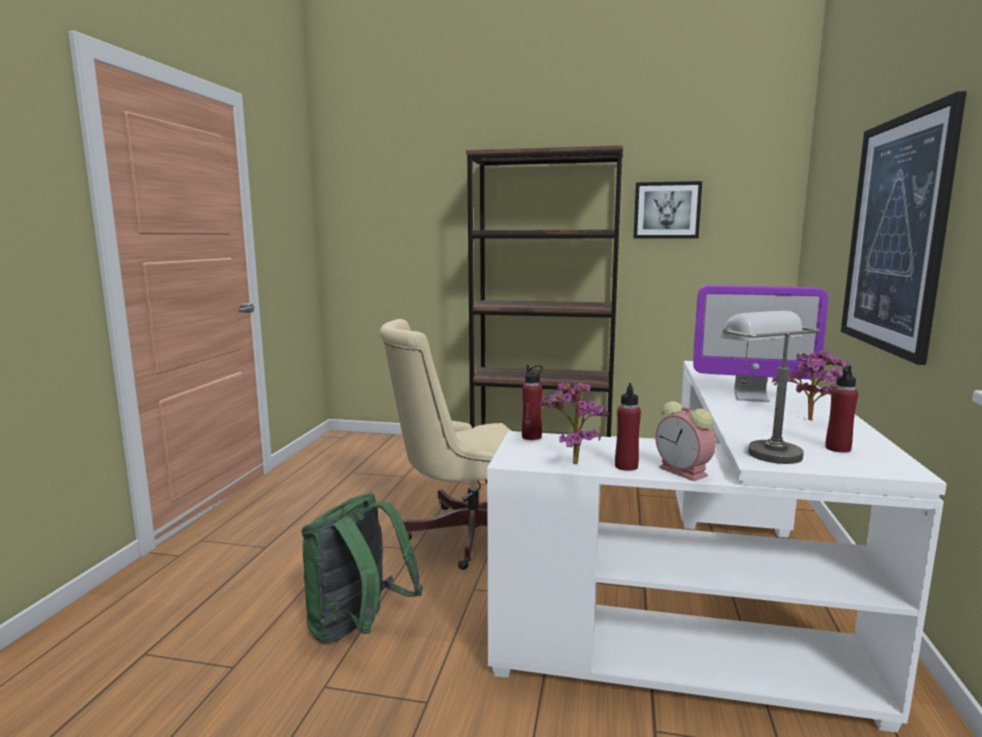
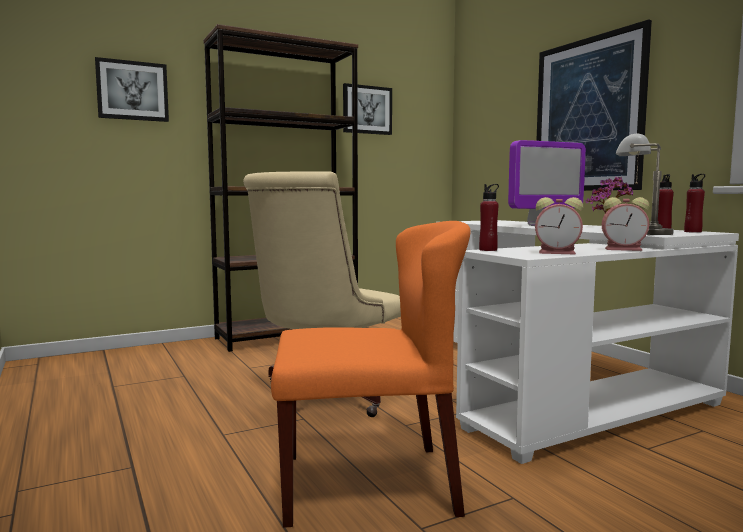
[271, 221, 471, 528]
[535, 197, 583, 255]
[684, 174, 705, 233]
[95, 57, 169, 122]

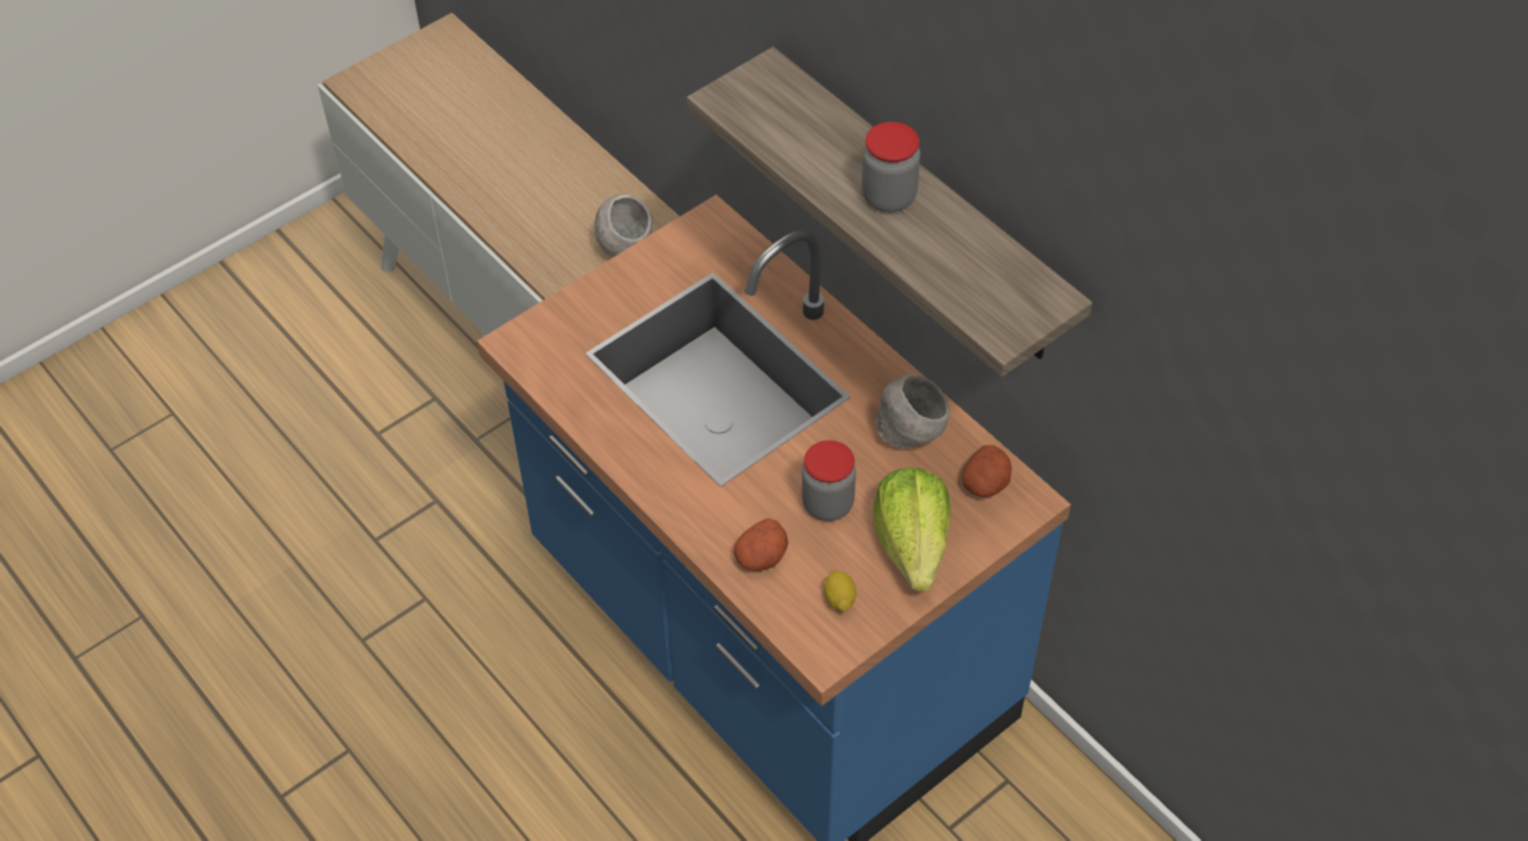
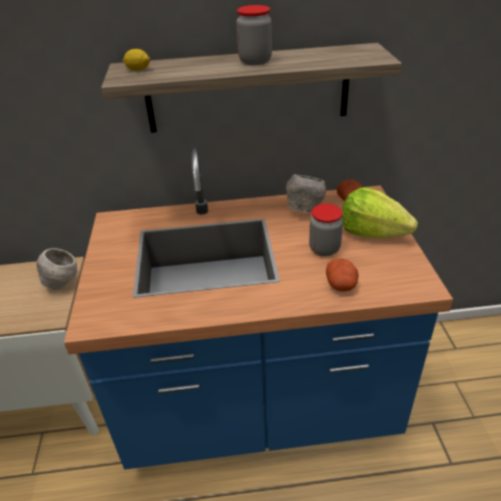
[123, 49, 150, 71]

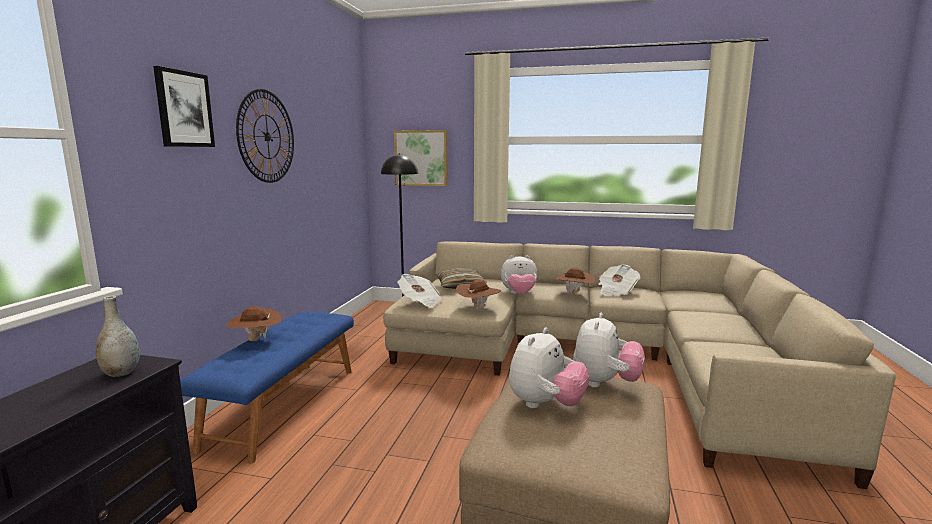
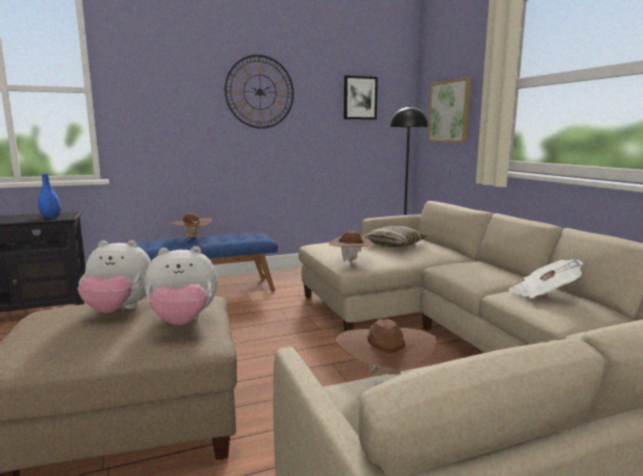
[38, 174, 61, 218]
[344, 75, 378, 120]
[398, 274, 442, 308] (first image)
[501, 255, 537, 294] (first image)
[336, 319, 436, 376]

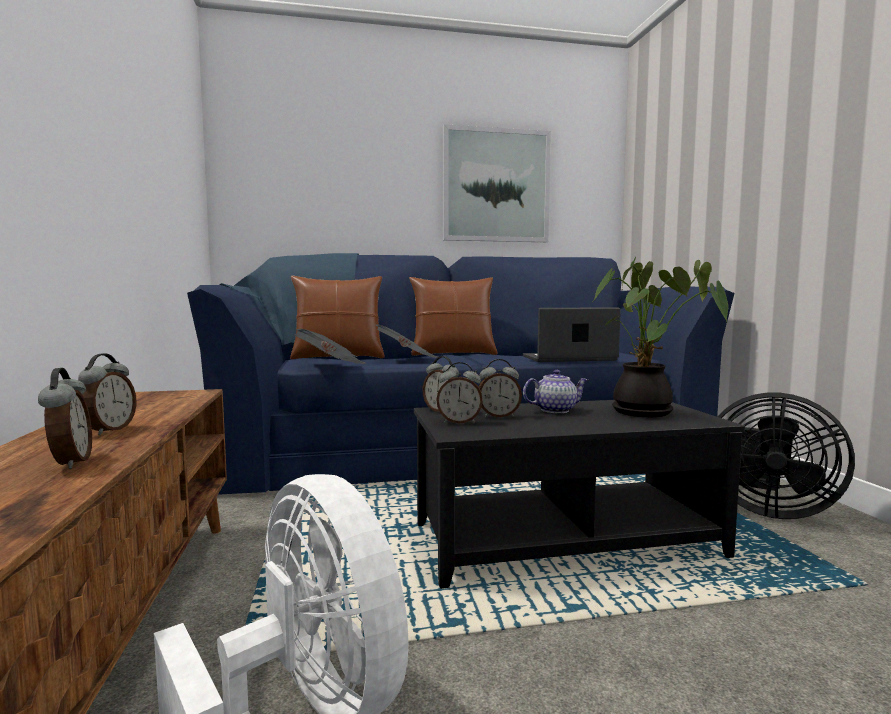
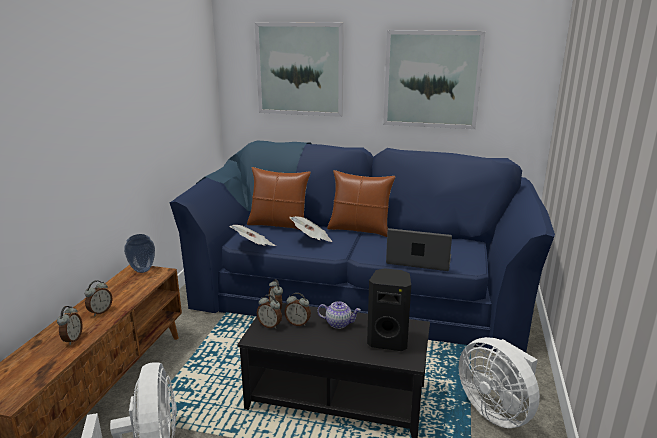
[367, 268, 411, 351]
[459, 337, 540, 428]
[124, 234, 155, 273]
[255, 22, 344, 117]

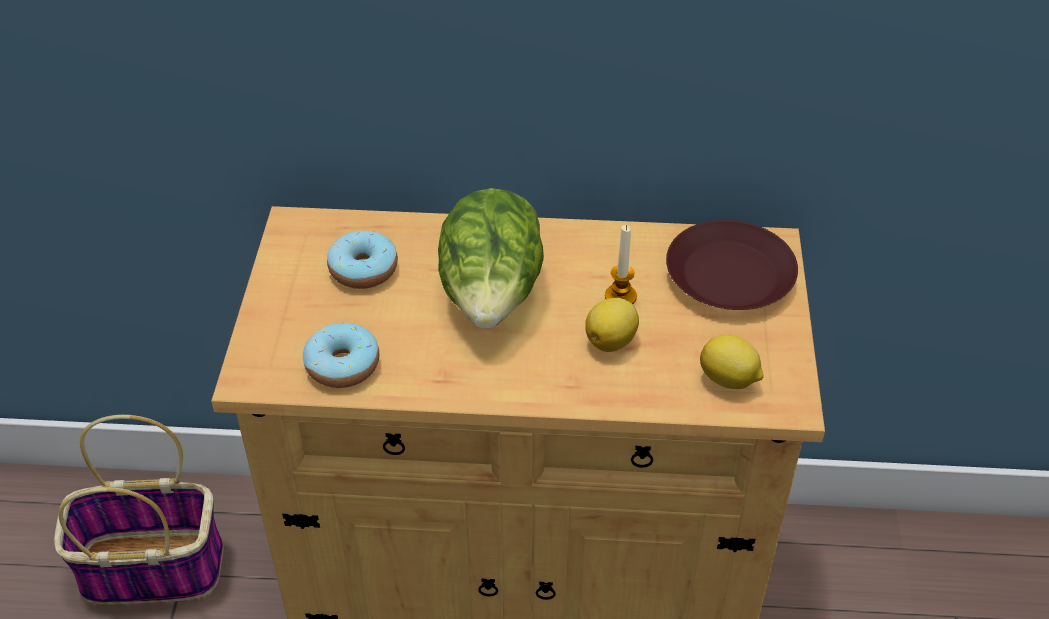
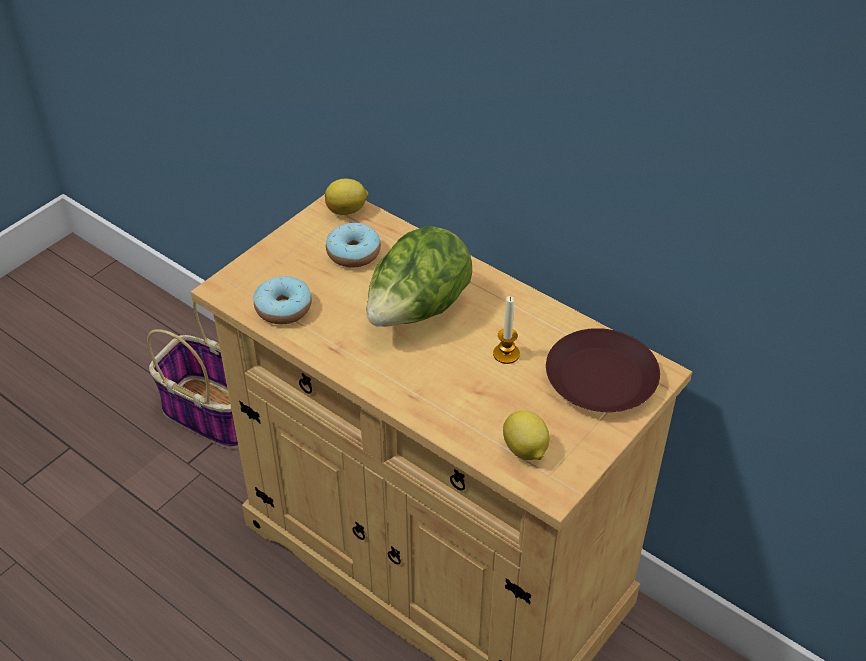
[325, 179, 368, 215]

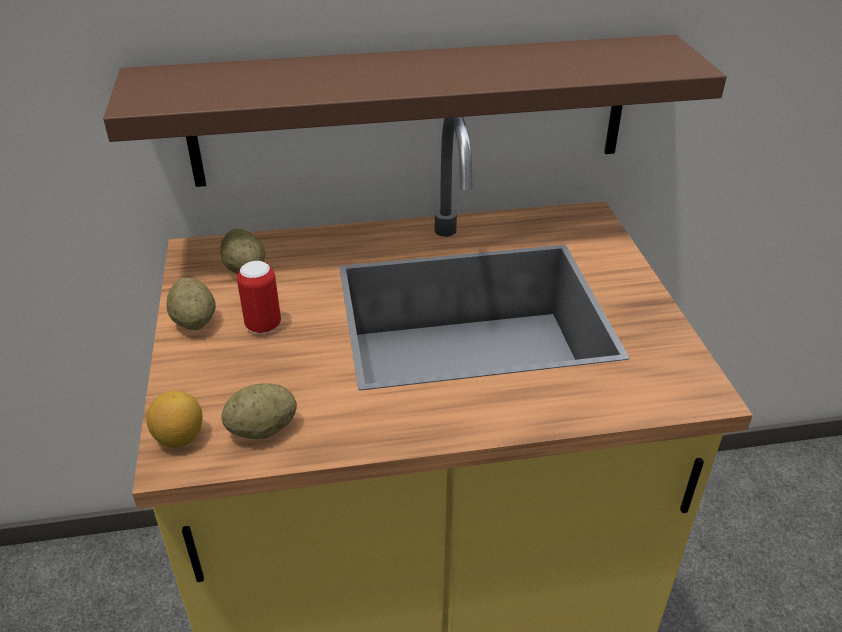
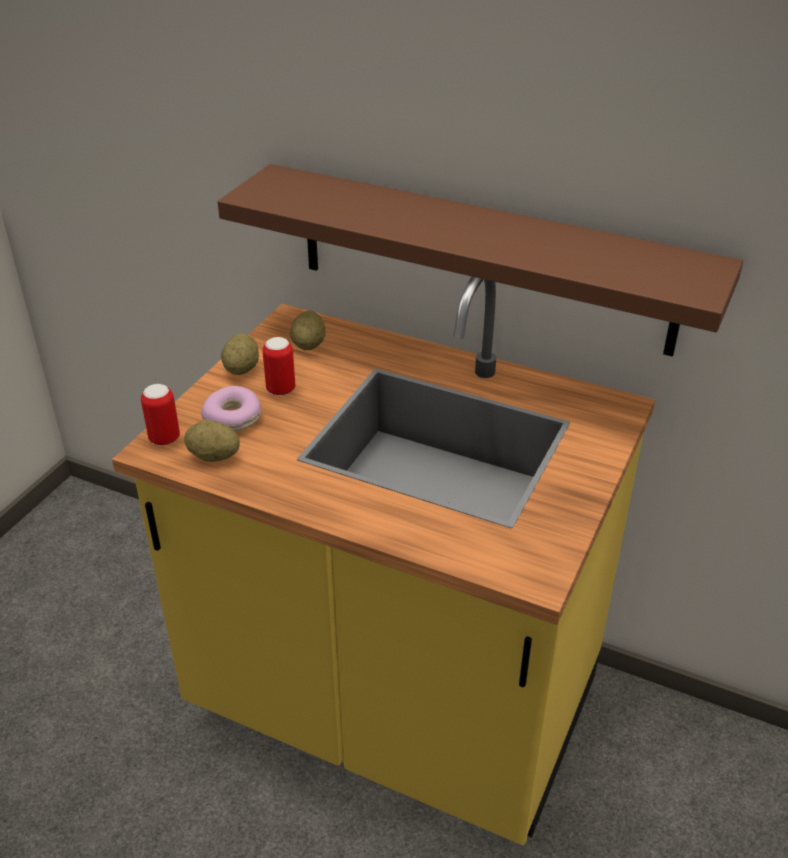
[141, 384, 180, 446]
[201, 386, 261, 431]

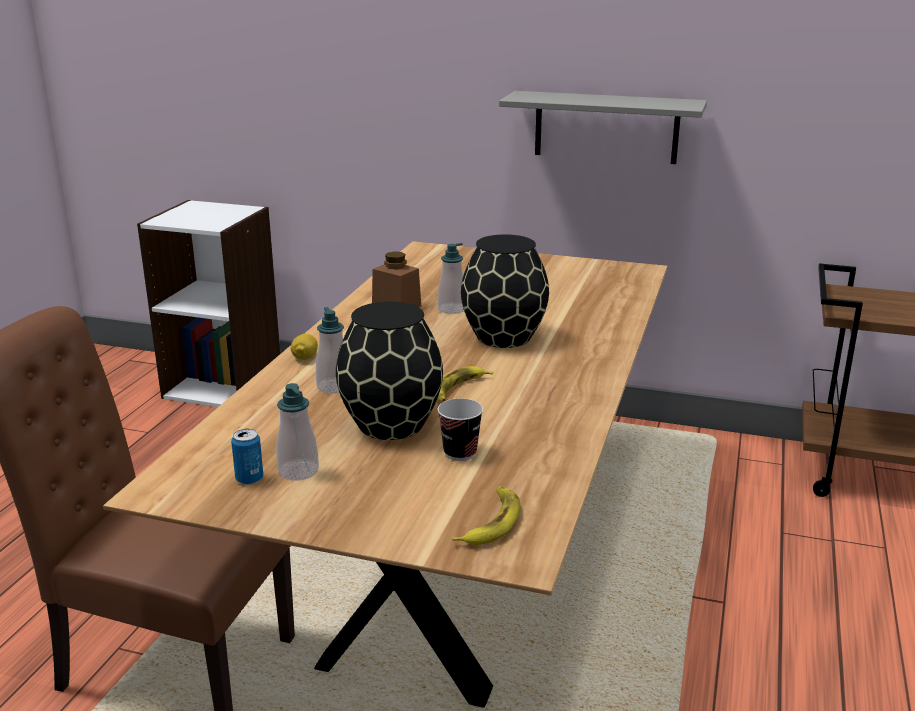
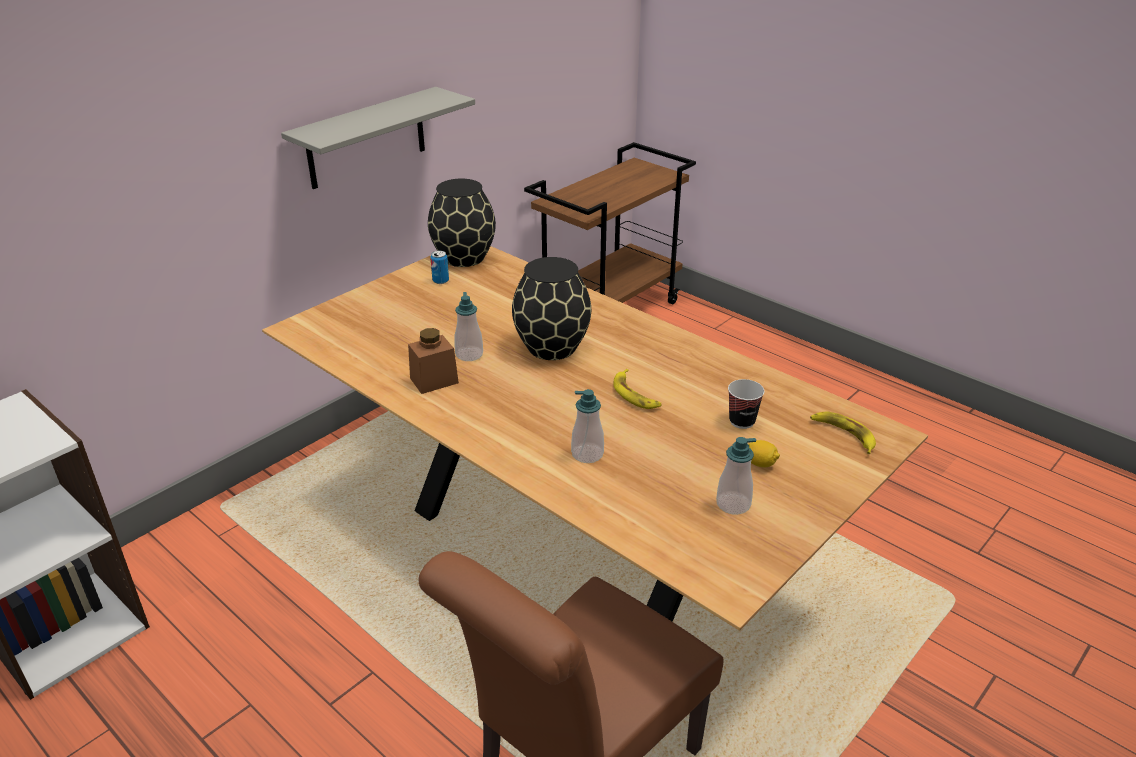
[430, 251, 449, 284]
[748, 440, 780, 468]
[428, 179, 496, 267]

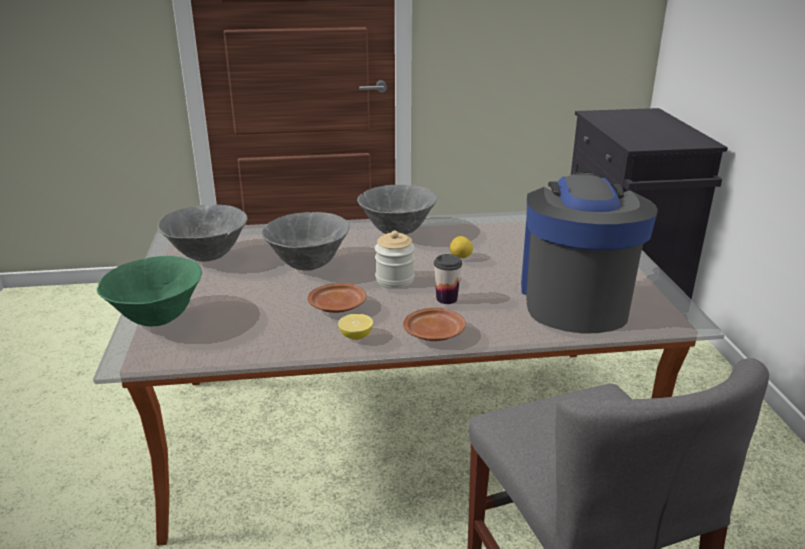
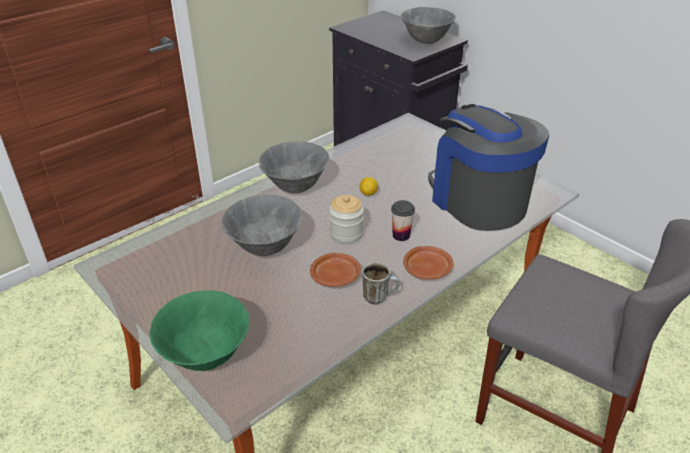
[401, 7, 456, 44]
[362, 262, 400, 304]

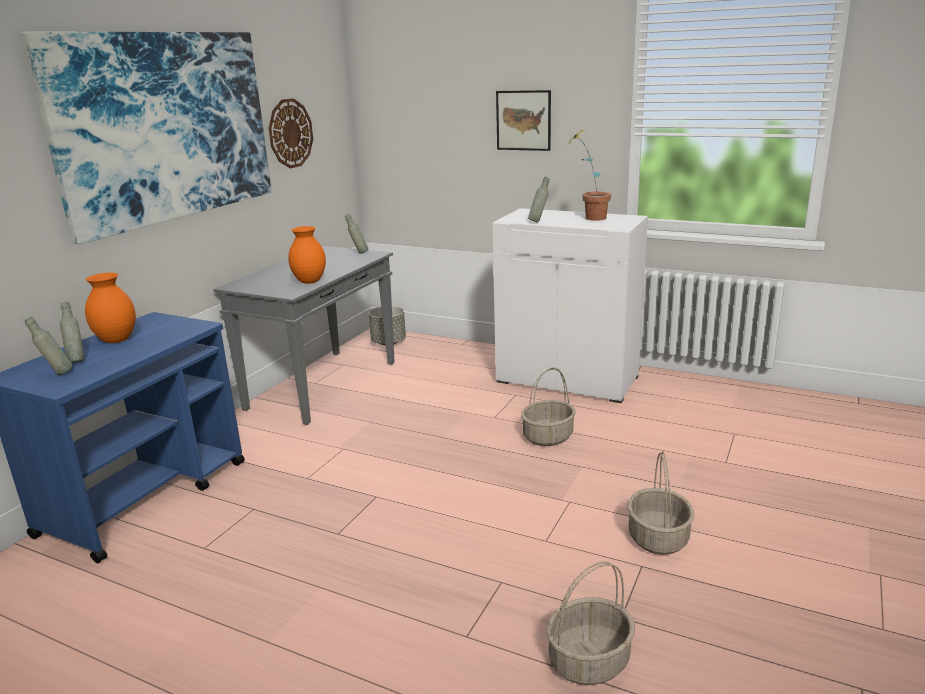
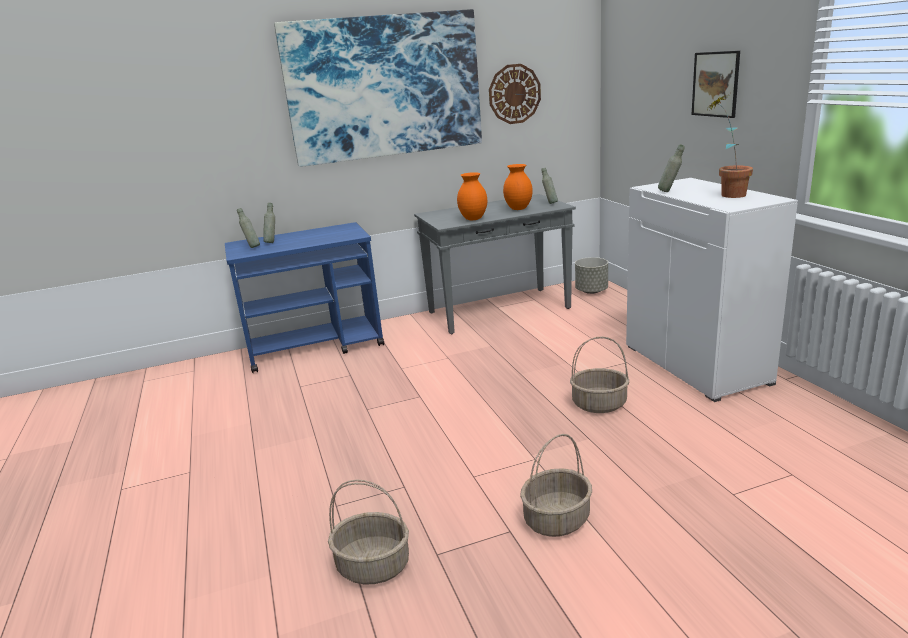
[503, 164, 533, 210]

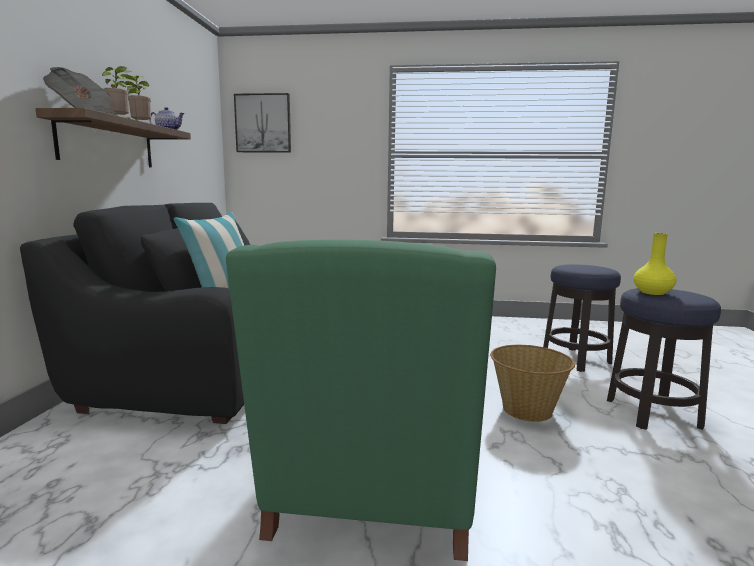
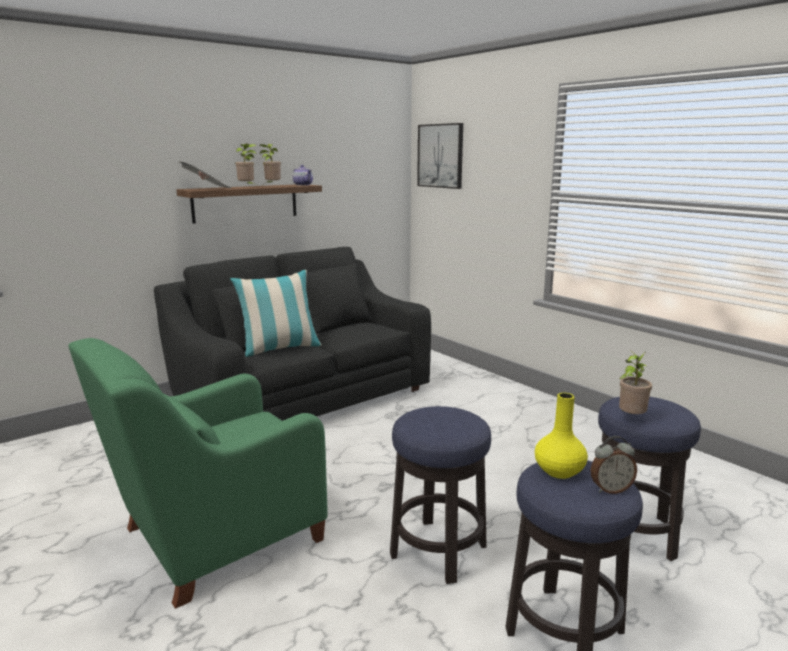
[390, 406, 491, 584]
[590, 436, 637, 494]
[619, 349, 652, 414]

